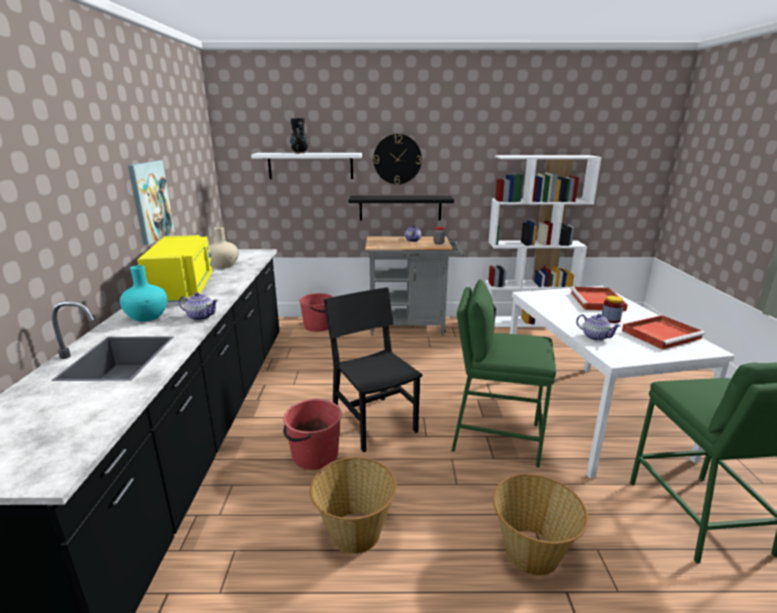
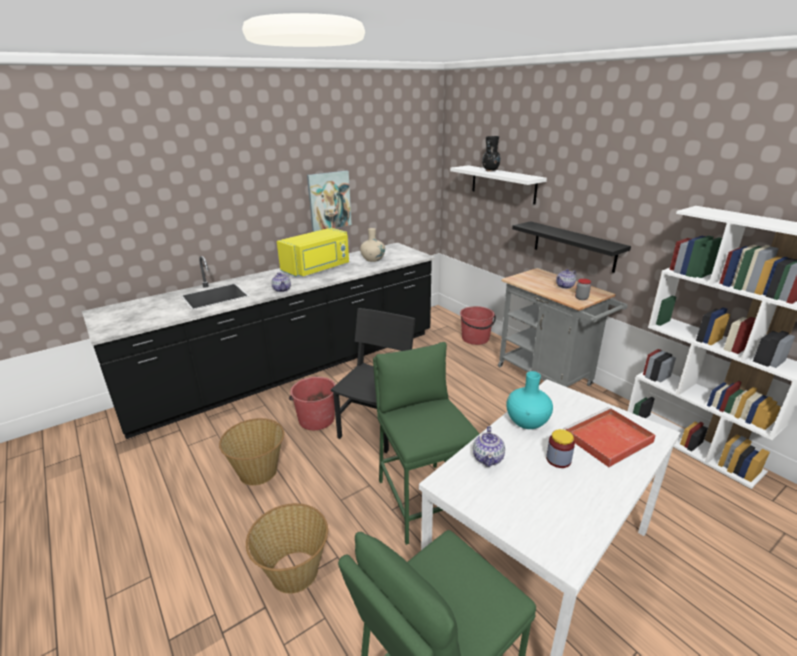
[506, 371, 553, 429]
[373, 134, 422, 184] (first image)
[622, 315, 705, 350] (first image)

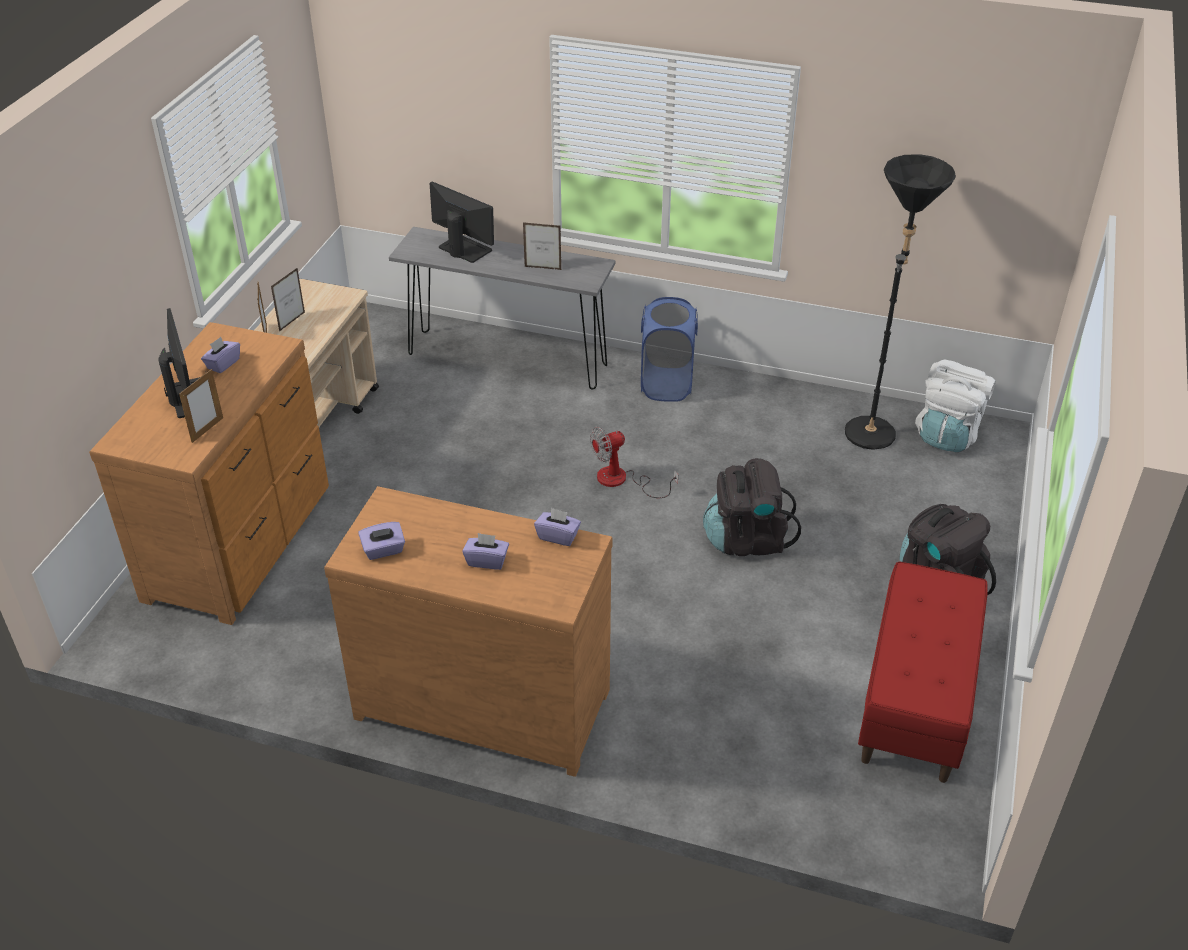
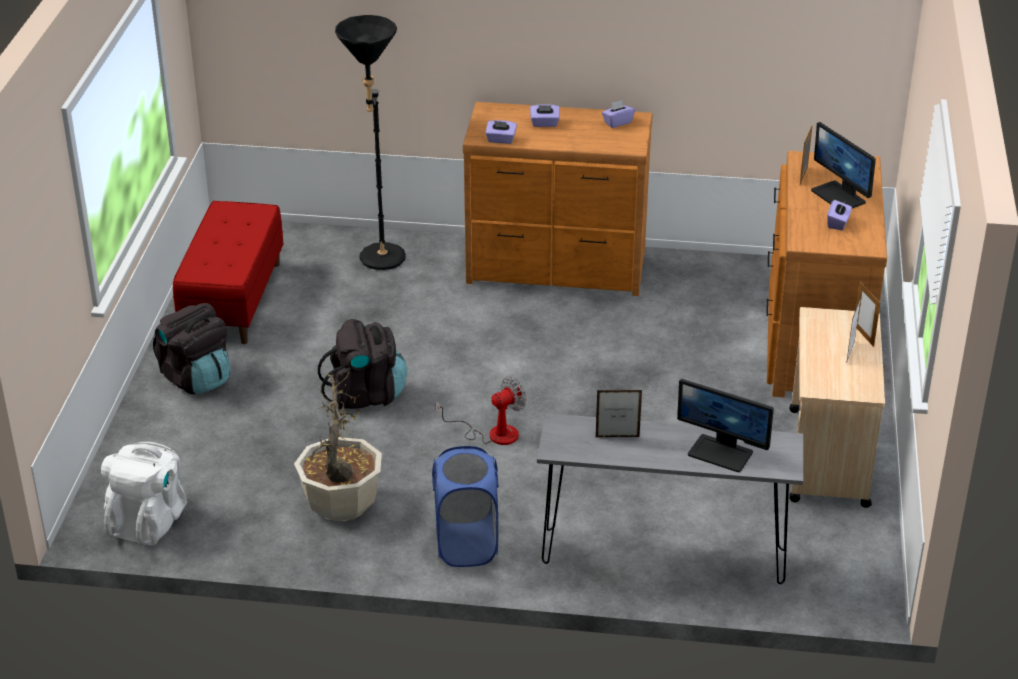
[335, 15, 406, 270]
[294, 367, 382, 521]

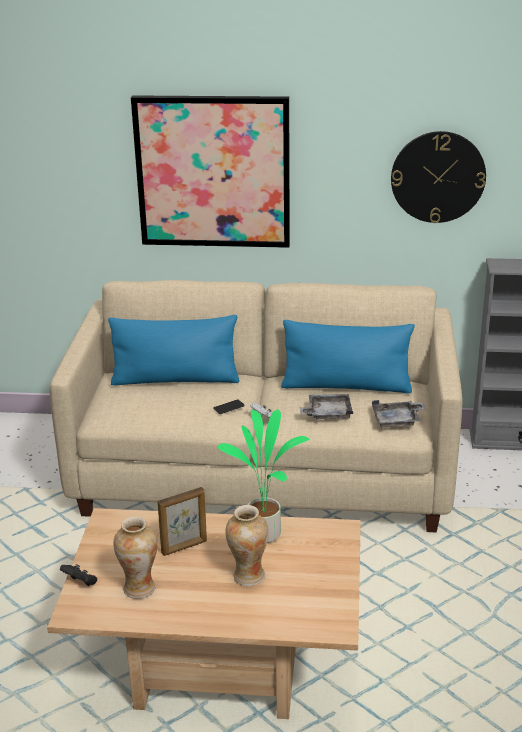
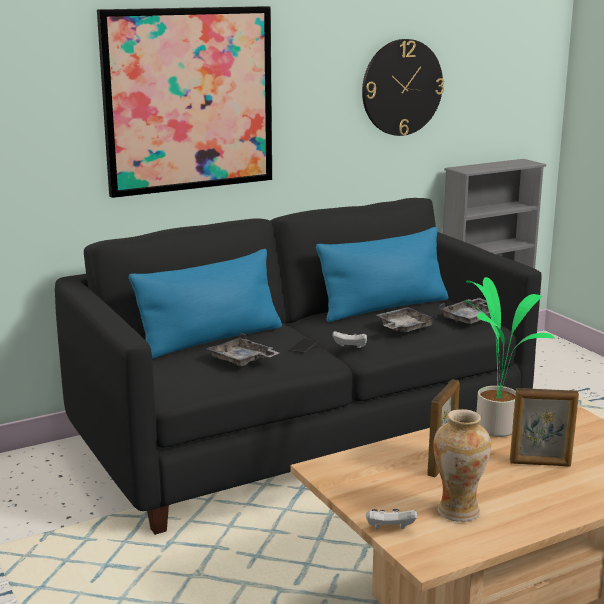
[55, 198, 542, 535]
[366, 509, 417, 529]
[510, 388, 579, 467]
[207, 333, 279, 367]

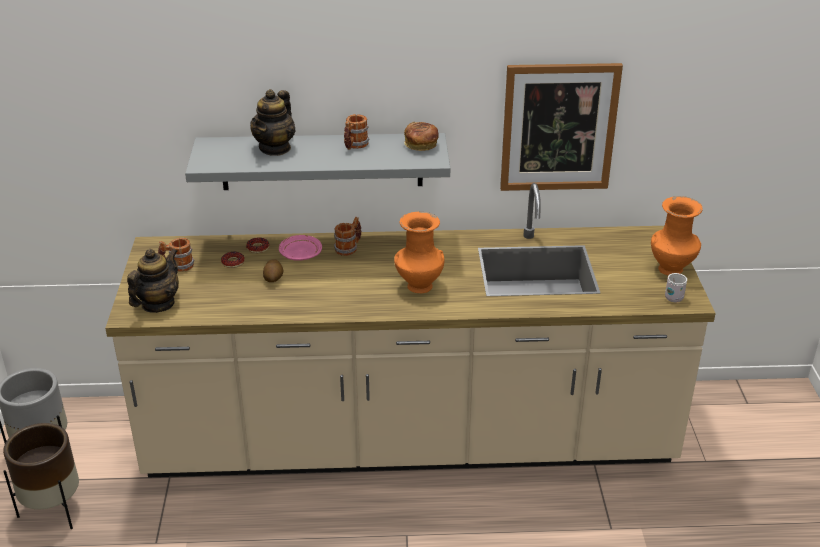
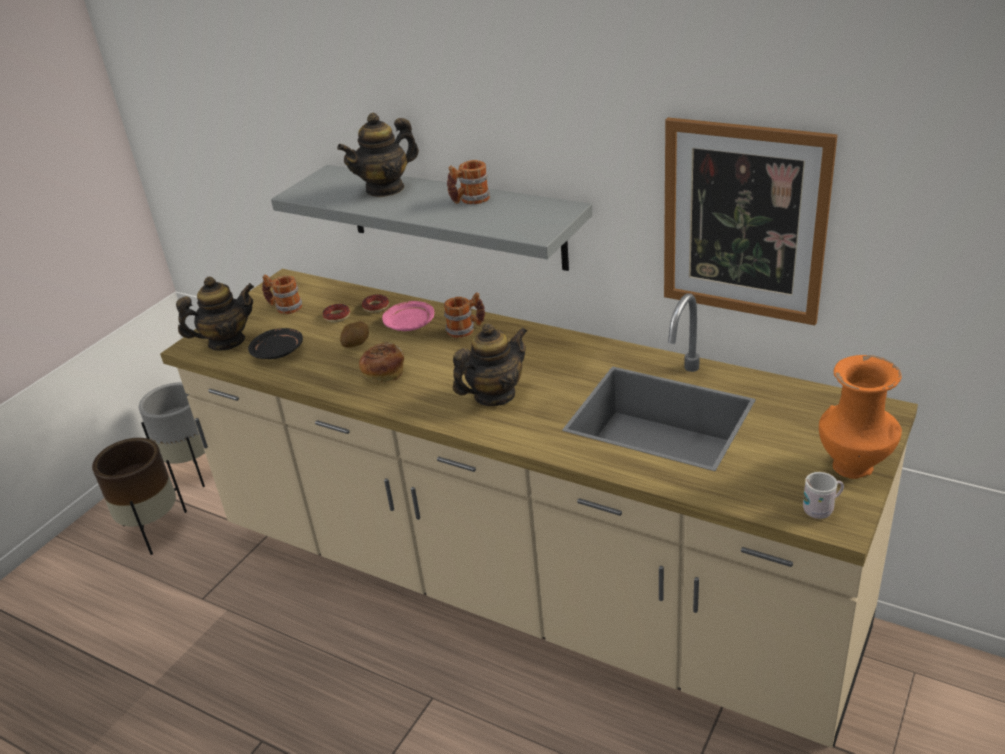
[453, 323, 527, 406]
[359, 342, 404, 383]
[248, 328, 303, 359]

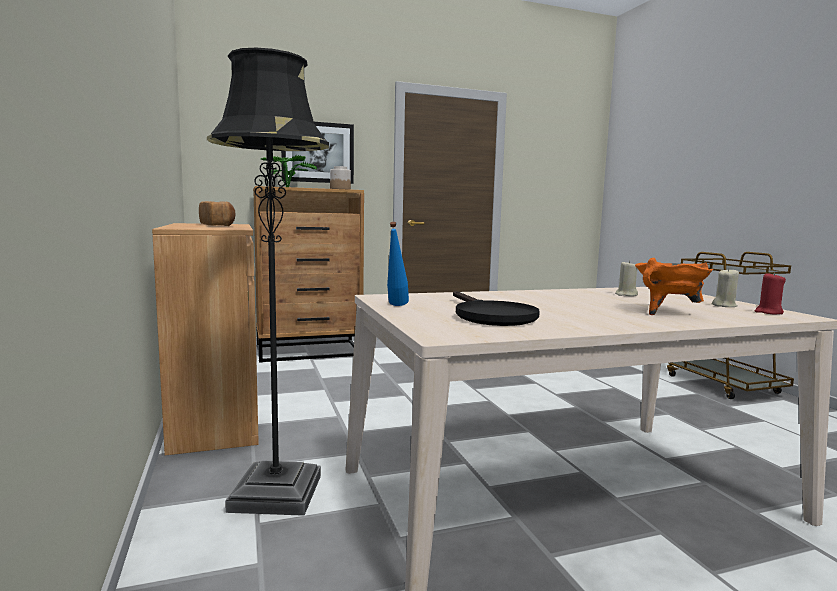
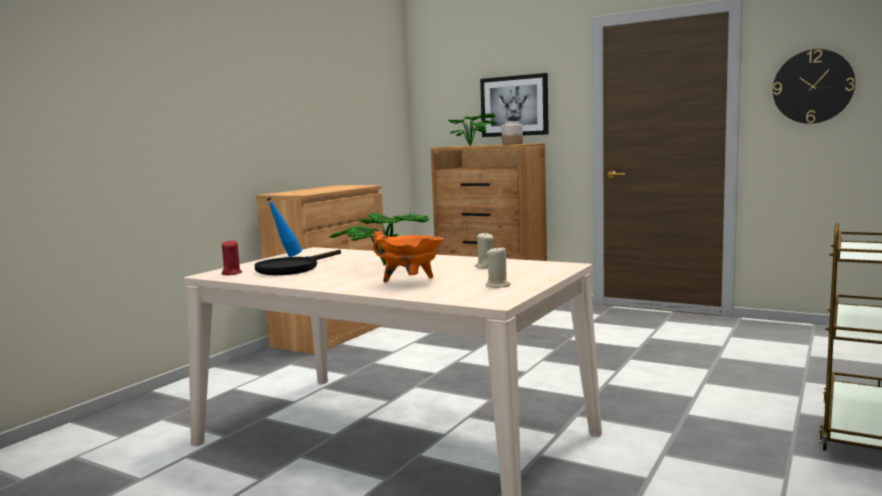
[199, 201, 236, 226] (first image)
[207, 48, 329, 516] (first image)
[222, 240, 242, 275]
[329, 211, 430, 265]
[773, 49, 855, 124]

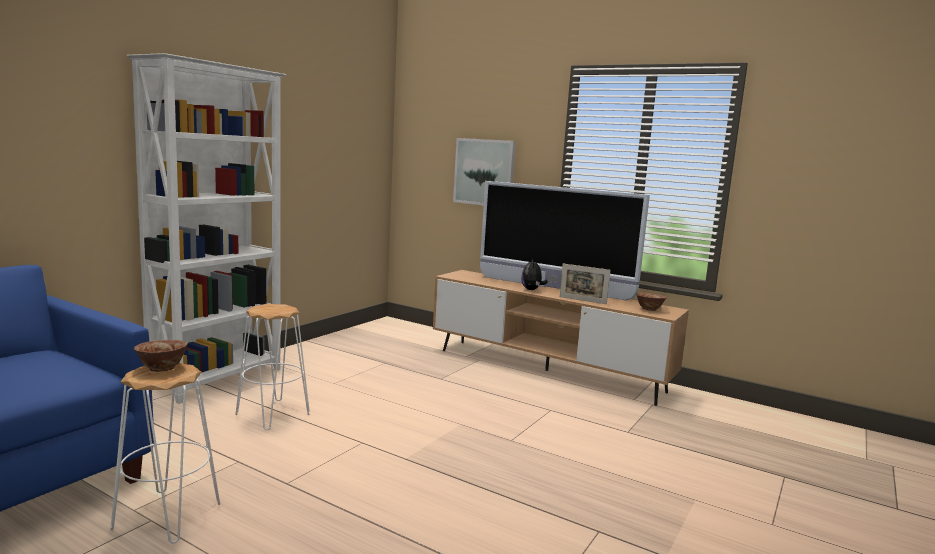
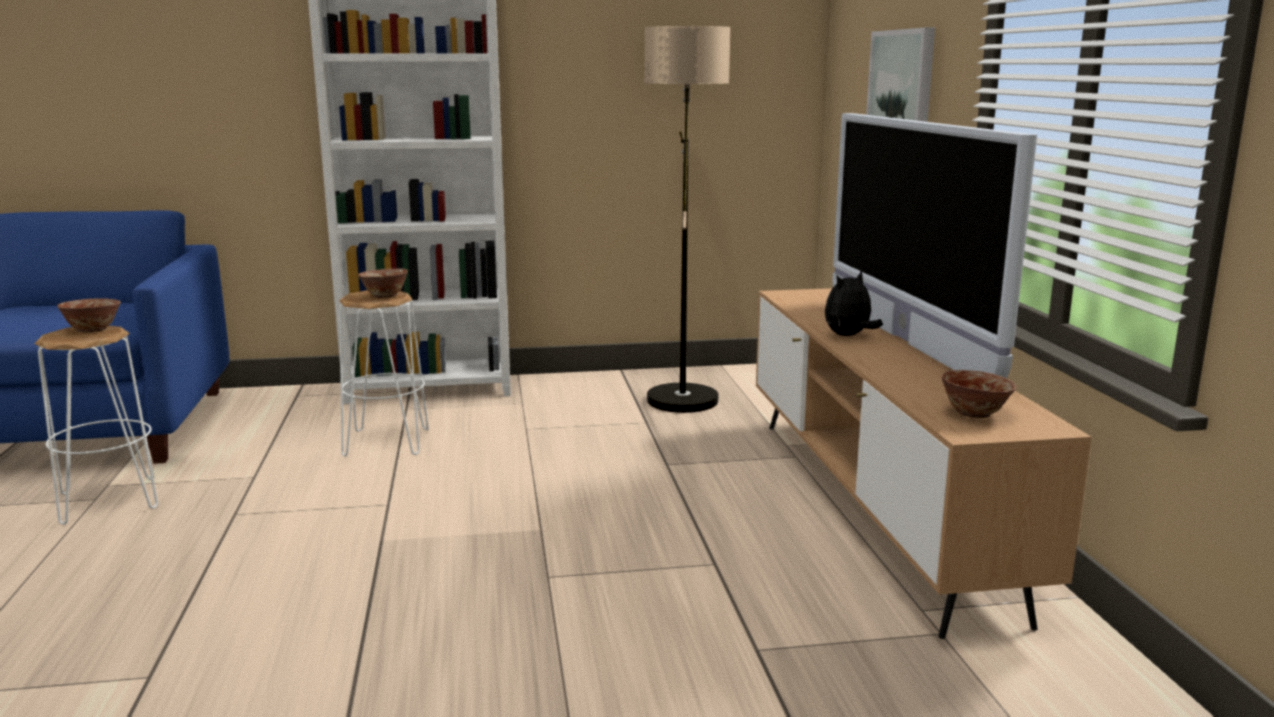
[560, 264, 610, 304] (first image)
[358, 268, 408, 298]
[644, 26, 731, 413]

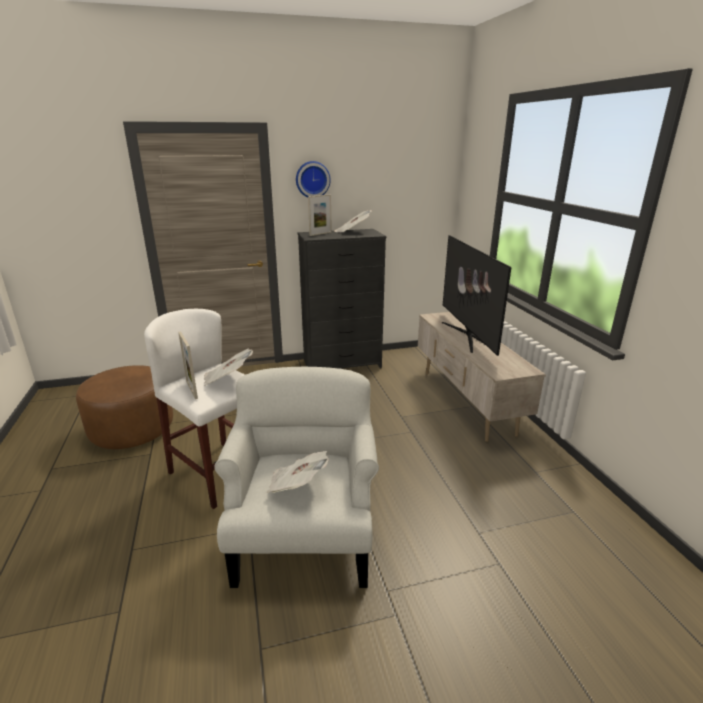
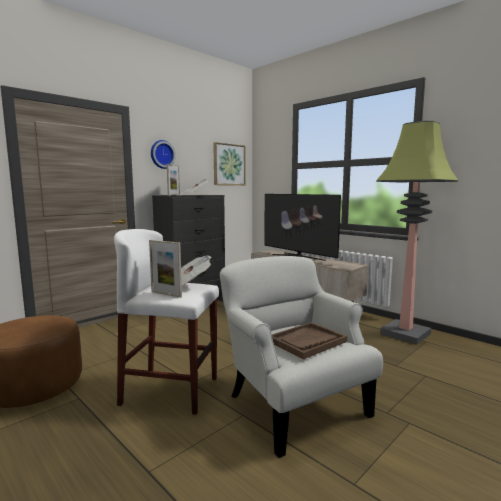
[272, 322, 347, 359]
[213, 142, 246, 185]
[376, 121, 458, 345]

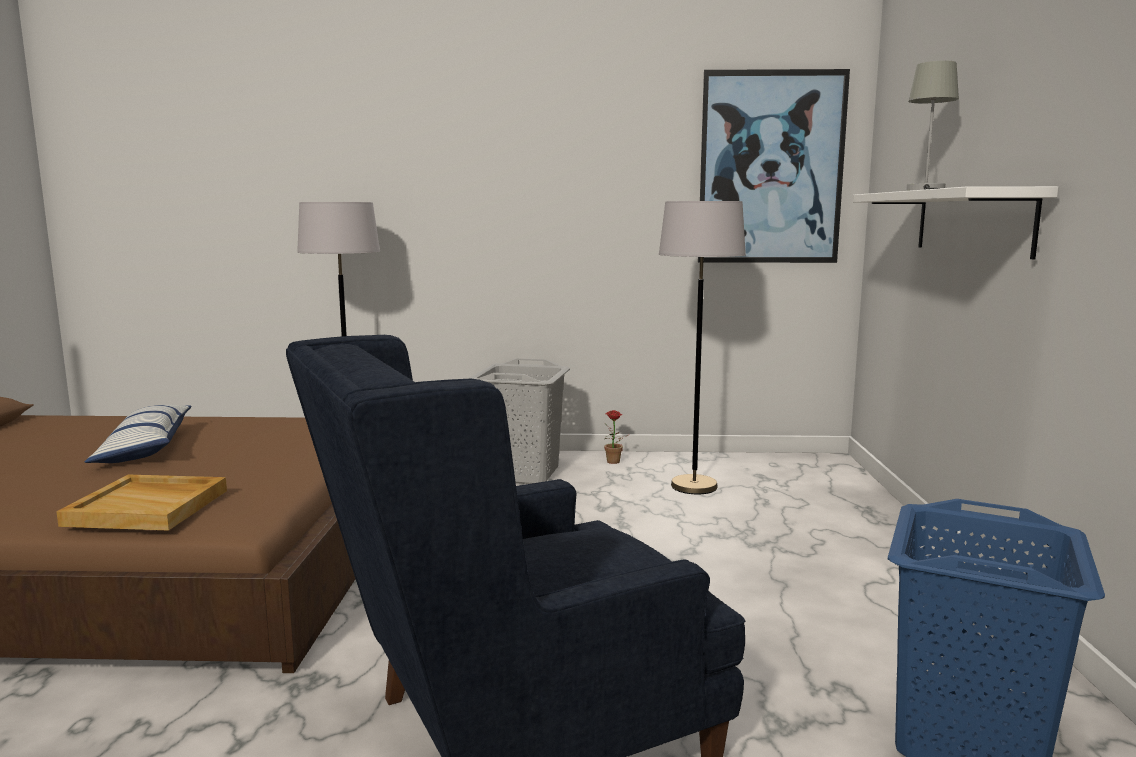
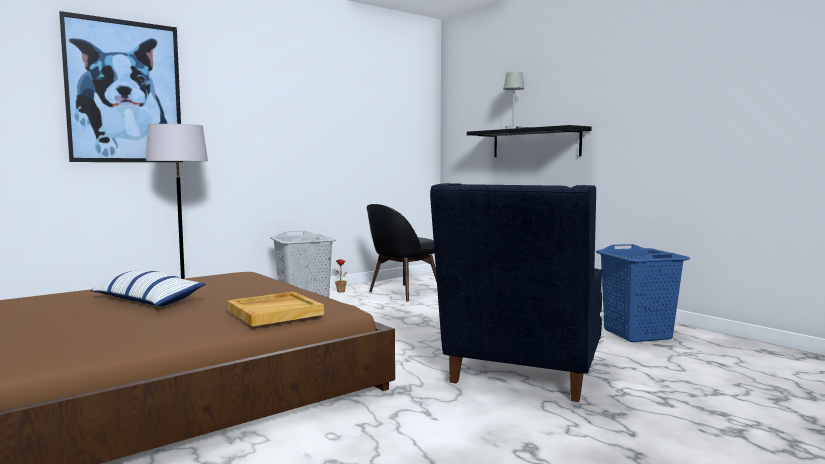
[367, 204, 437, 301]
[59, 11, 183, 162]
[467, 125, 592, 157]

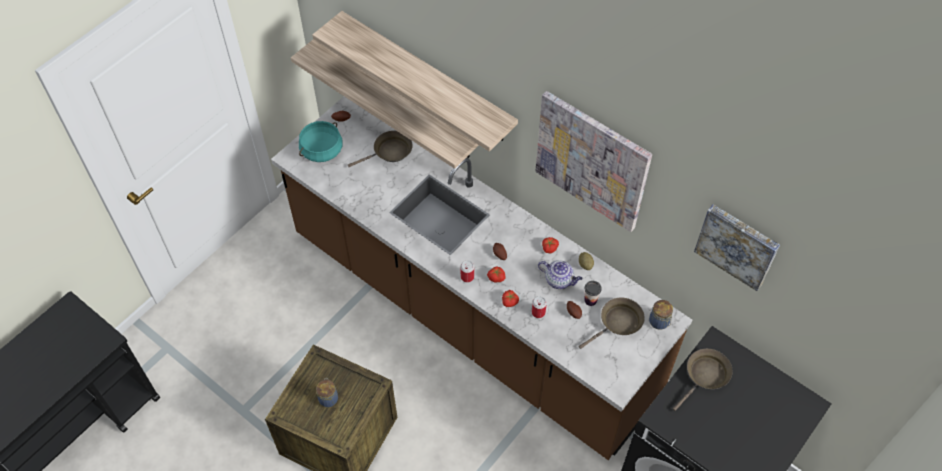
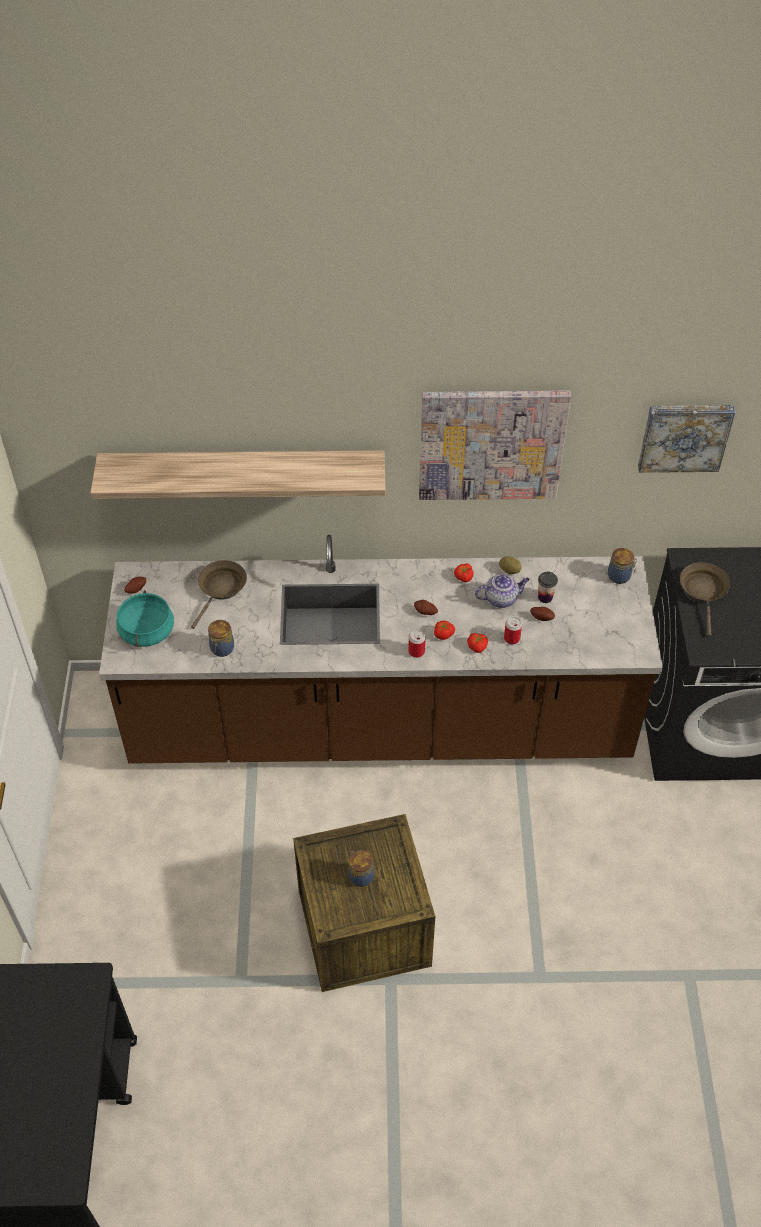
[291, 39, 479, 169] (first image)
[579, 297, 645, 349] (first image)
[208, 620, 234, 657]

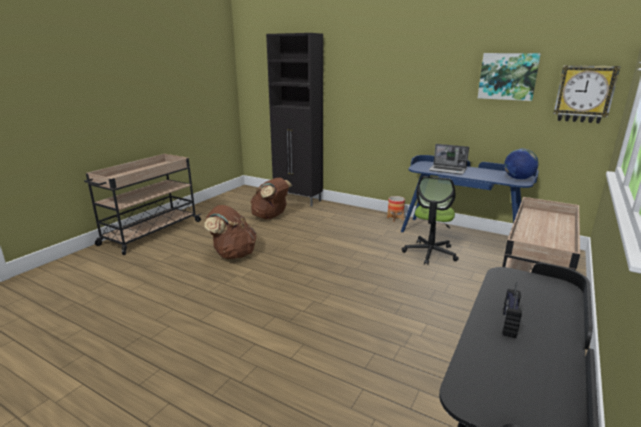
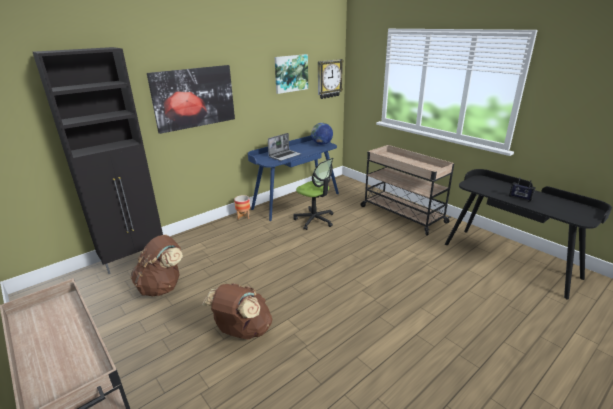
[147, 65, 235, 134]

